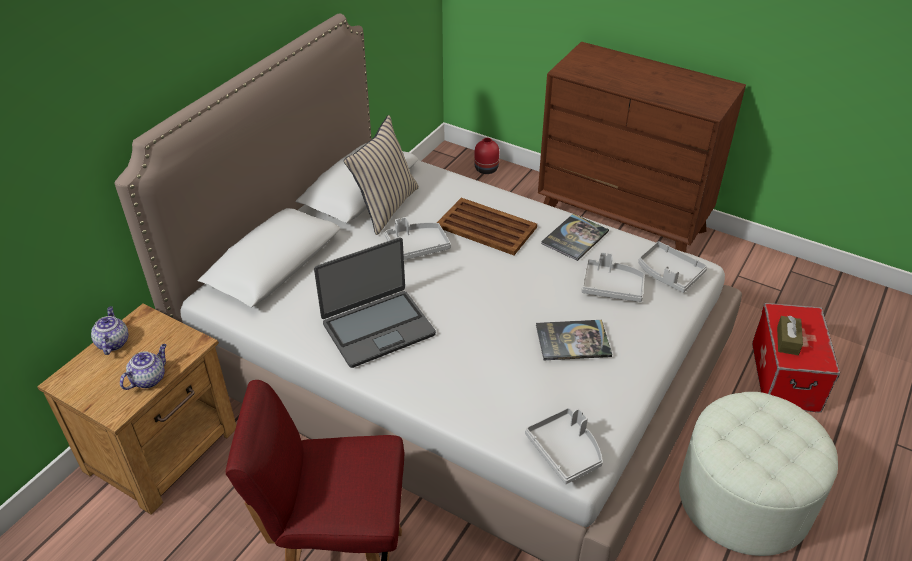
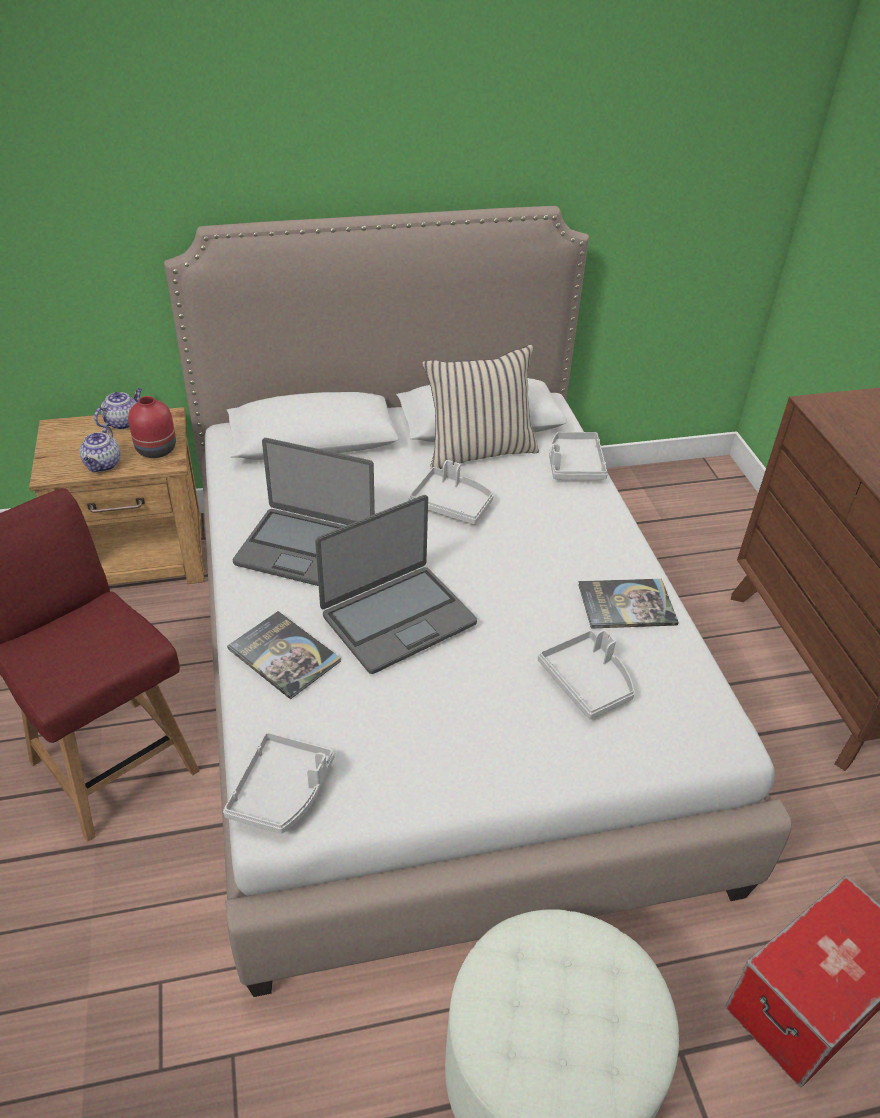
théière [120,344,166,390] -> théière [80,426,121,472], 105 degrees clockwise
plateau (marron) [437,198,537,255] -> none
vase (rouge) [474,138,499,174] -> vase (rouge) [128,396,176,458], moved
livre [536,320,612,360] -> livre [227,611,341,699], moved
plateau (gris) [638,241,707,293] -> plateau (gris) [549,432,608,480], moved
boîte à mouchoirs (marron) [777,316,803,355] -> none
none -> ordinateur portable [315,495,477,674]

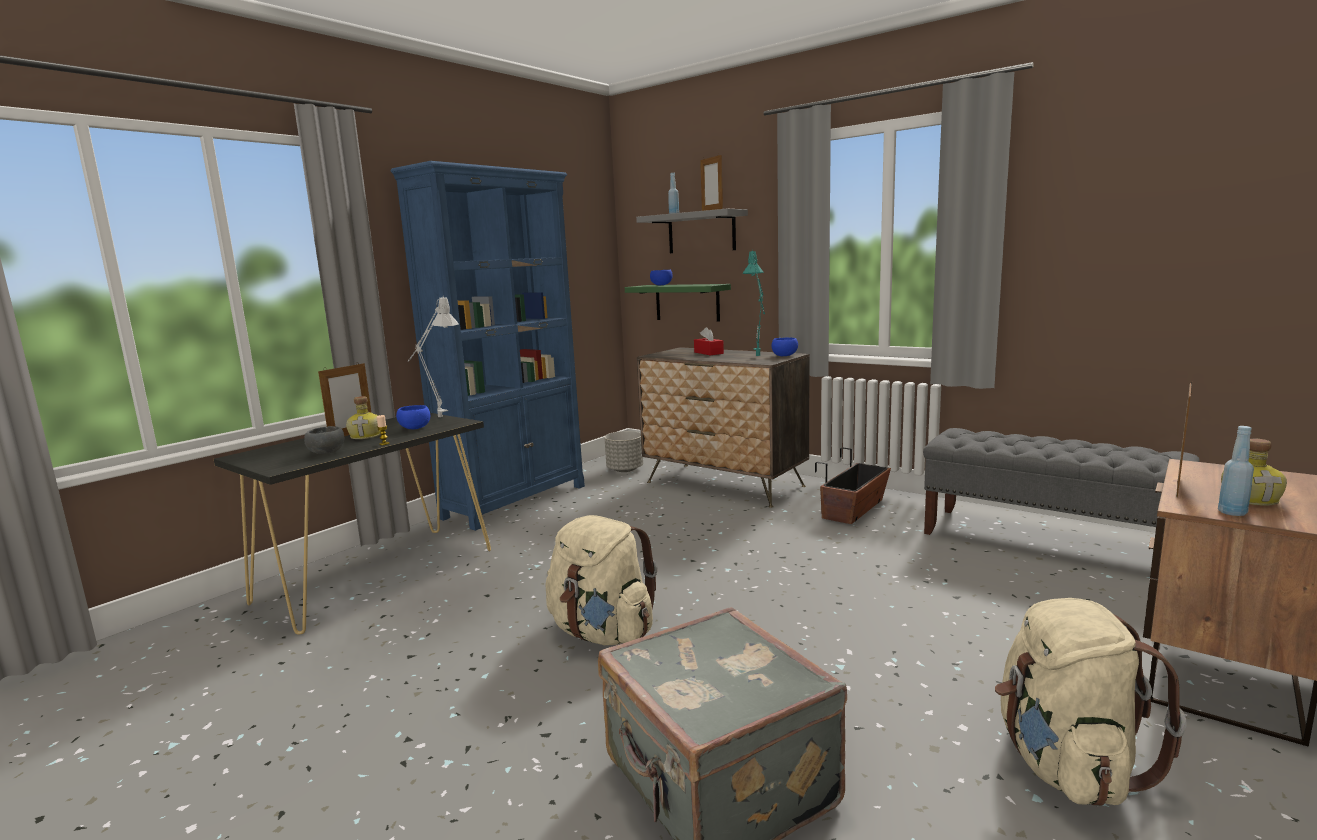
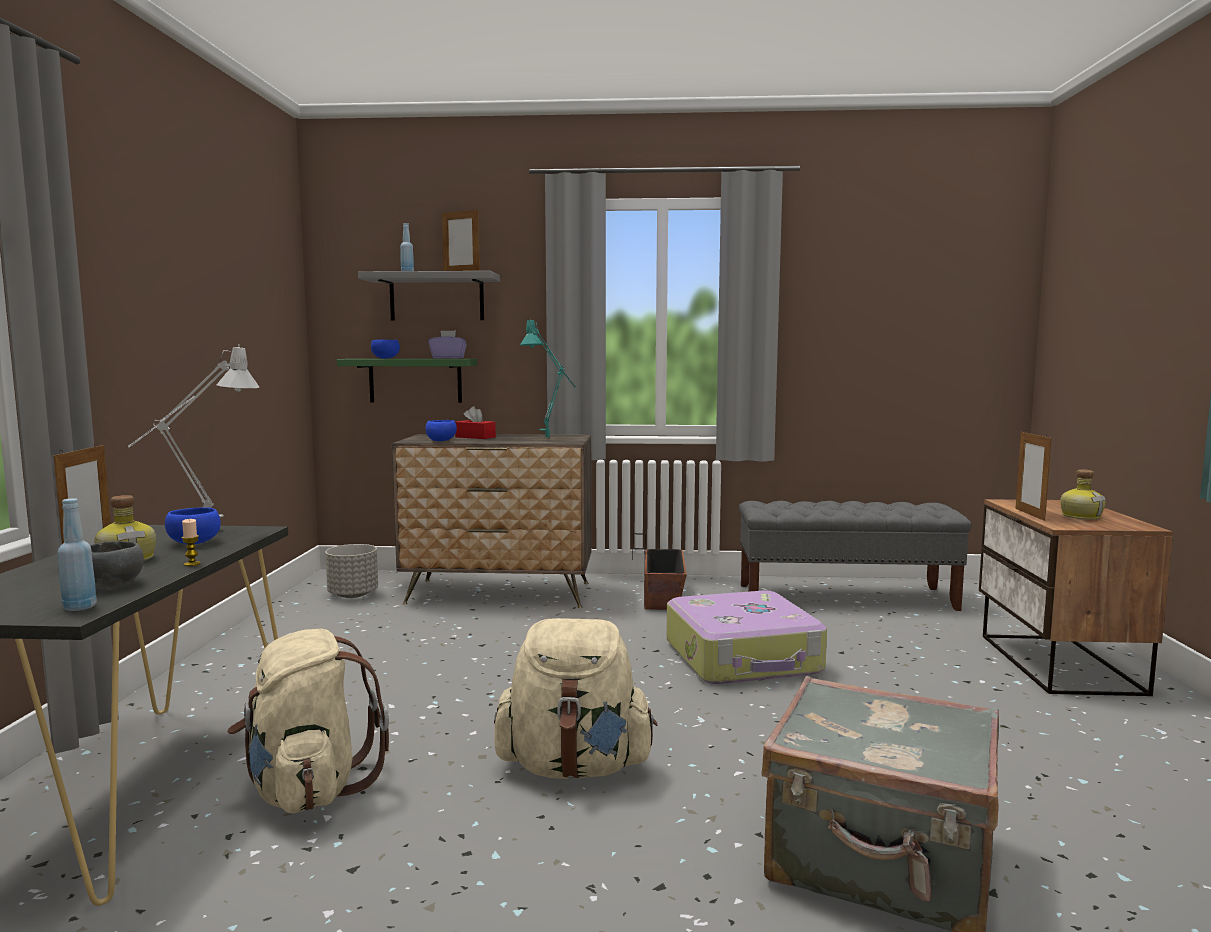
bibliothèque (bleu) [391,161,585,531] -> none
bol (bleu) [771,338,798,356] -> bol (bleu) [426,420,457,441], moved
sac à dos (beige) [995,598,1187,806] -> sac à dos (beige) [228,629,389,813], moved
bouteille (bleu) [1218,426,1254,516] -> bouteille (bleu) [58,498,97,611], moved
none -> boîte à mouchoirs (violet) [428,330,467,359]
none -> valise [667,591,827,684]

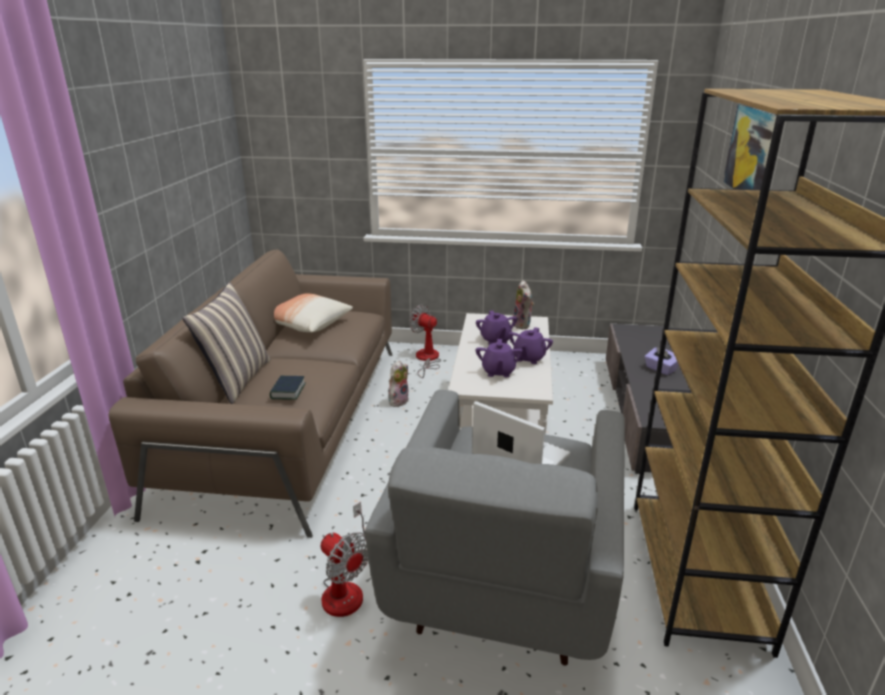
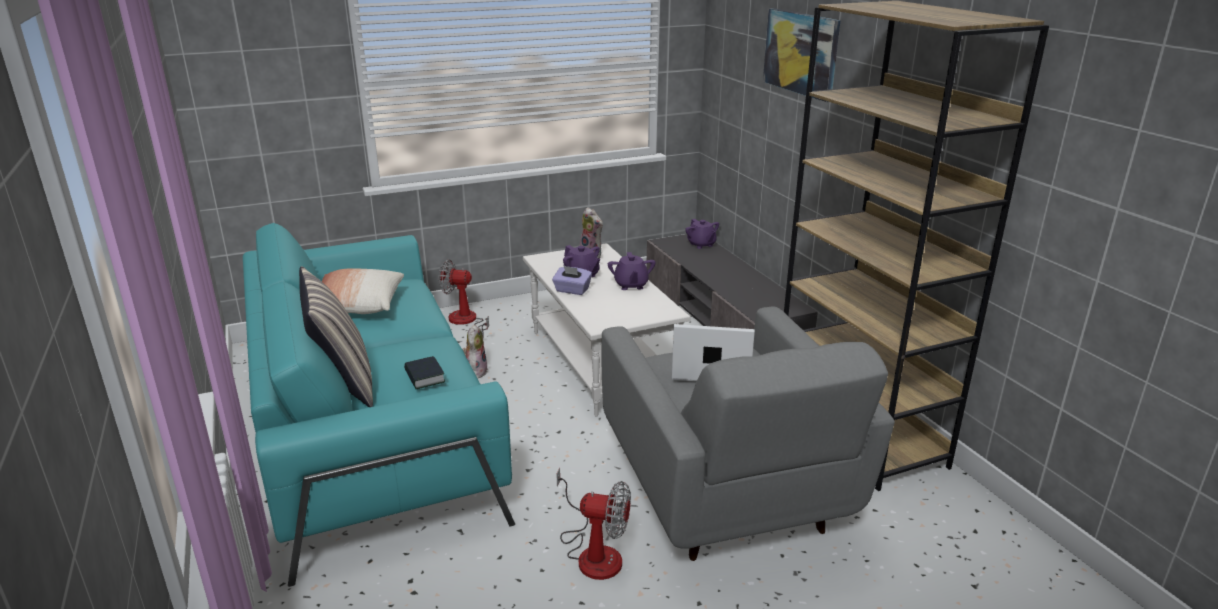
canapé (marron) [109,249,393,538] -> canapé (turquoise) [243,223,515,587]
théière (violet) [476,339,524,377] -> théière (violet) [685,219,719,249], moved
boîte à mouchoirs (violet) [645,347,679,375] -> boîte à mouchoirs (violet) [552,265,592,295], moved

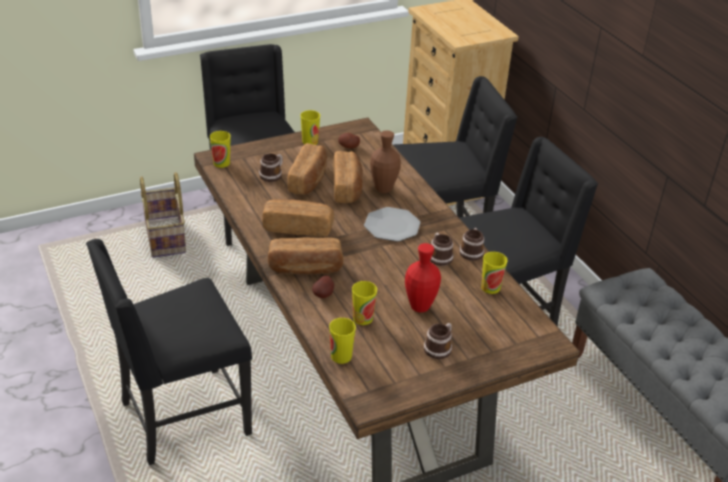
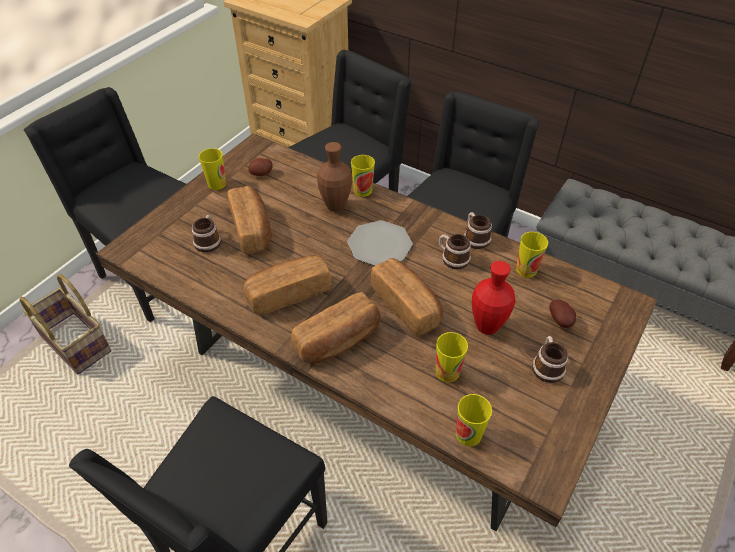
tasse [210,131,231,168] -> tasse [351,155,375,197], moved
pomme de terre [312,275,334,298] -> pomme de terre [549,299,576,328], moved
pain [333,151,363,203] -> pain [371,258,443,336], moved

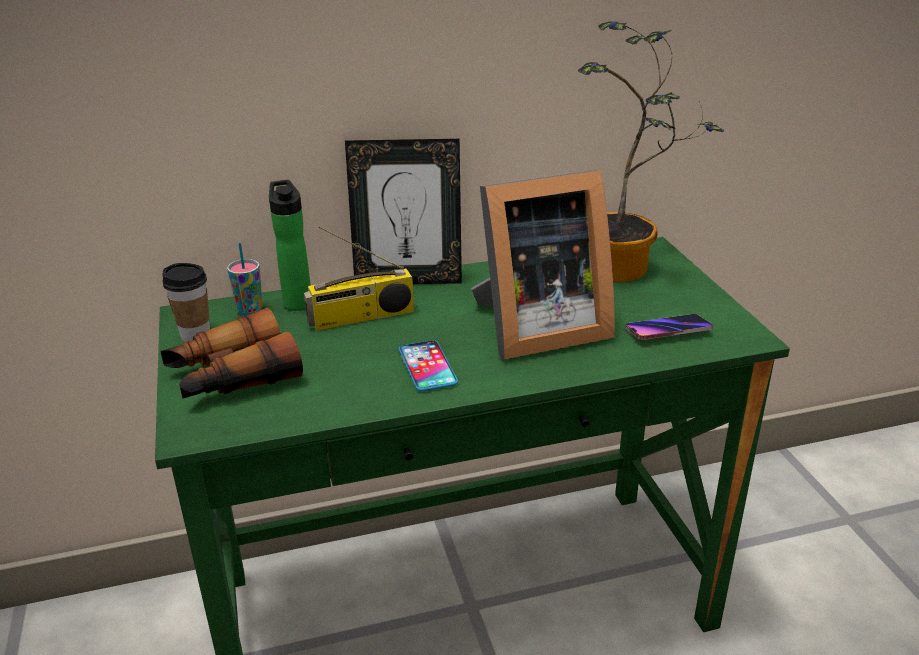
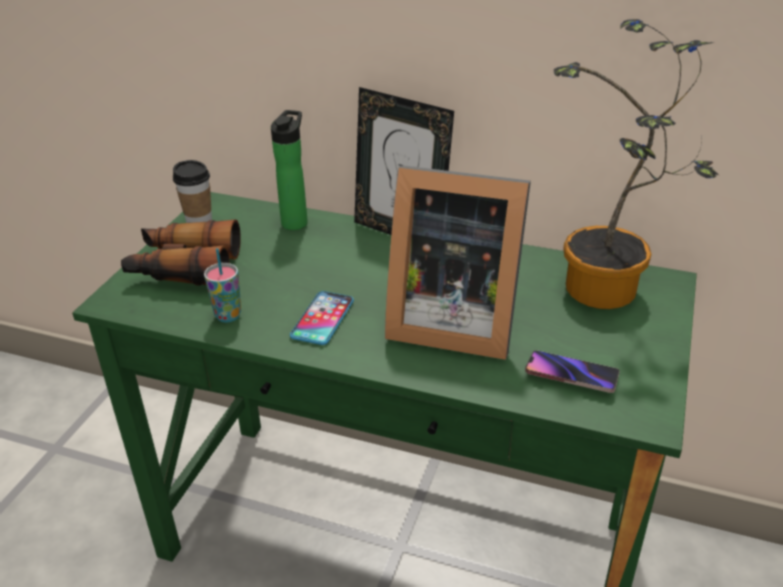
tasse [227,242,263,316] -> tasse [204,248,241,322], moved
radio [304,226,414,331] -> none

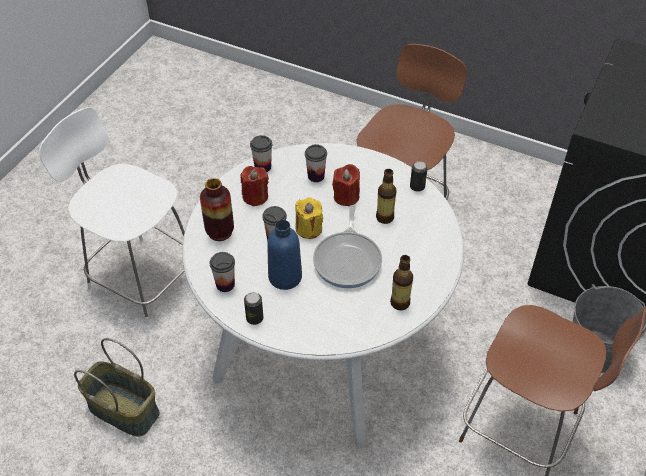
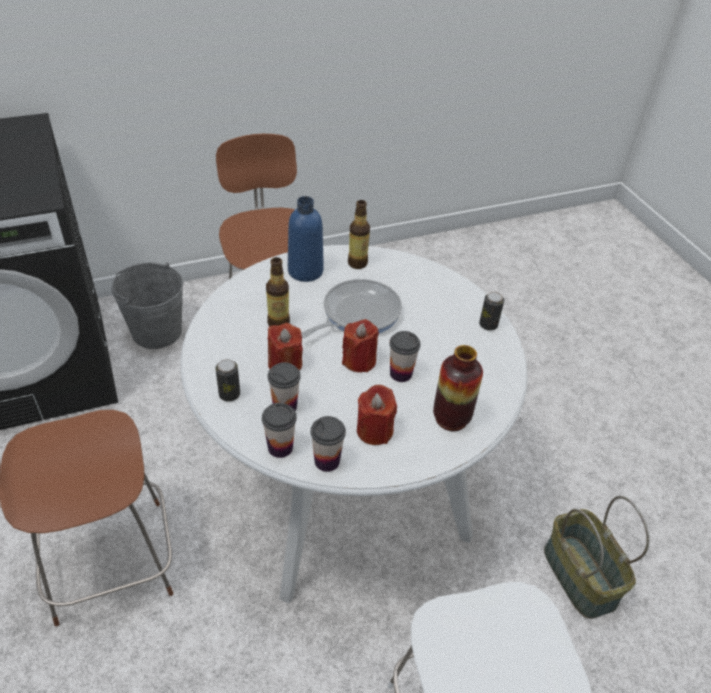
tasse [210,252,235,292] -> tasse [262,403,297,458], moved
bouteille (bleu) [267,220,302,290] -> bouteille (bleu) [288,196,324,282], moved
bougie (jaune) [295,197,323,239] -> bougie (rouge) [342,319,379,373]
boîte métallique [410,161,428,192] -> boîte métallique [215,359,240,401], moved

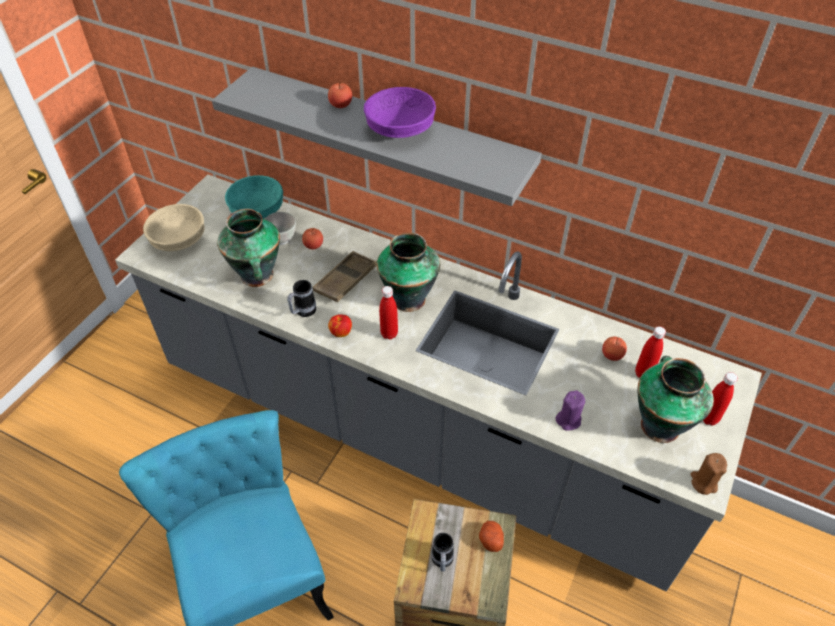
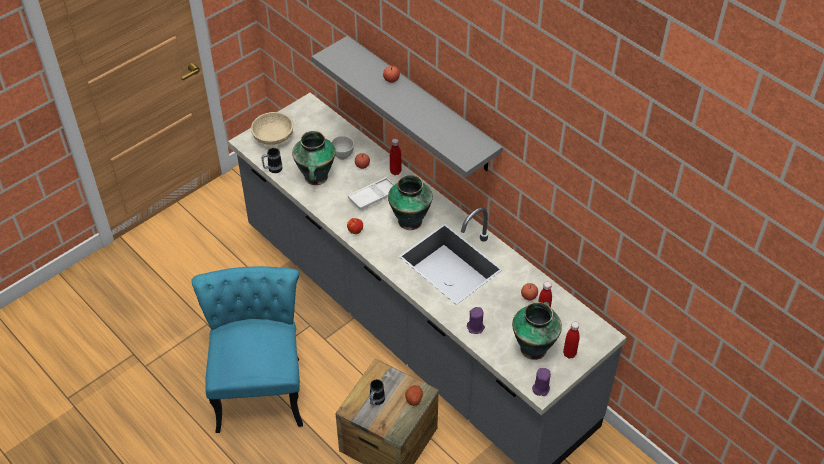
bol (turquoise) [225,175,283,219] -> none
mug [287,280,316,317] -> mug [261,148,283,173], moved
plateau (marron) [313,251,377,302] -> plateau (blanc) [348,177,395,210]
bol (violet) [364,87,436,138] -> none
bouteille (rouge) [379,286,398,340] -> bouteille (rouge) [390,139,402,175], moved
bougie (marron) [691,453,727,495] -> bougie (violet) [532,368,551,396]

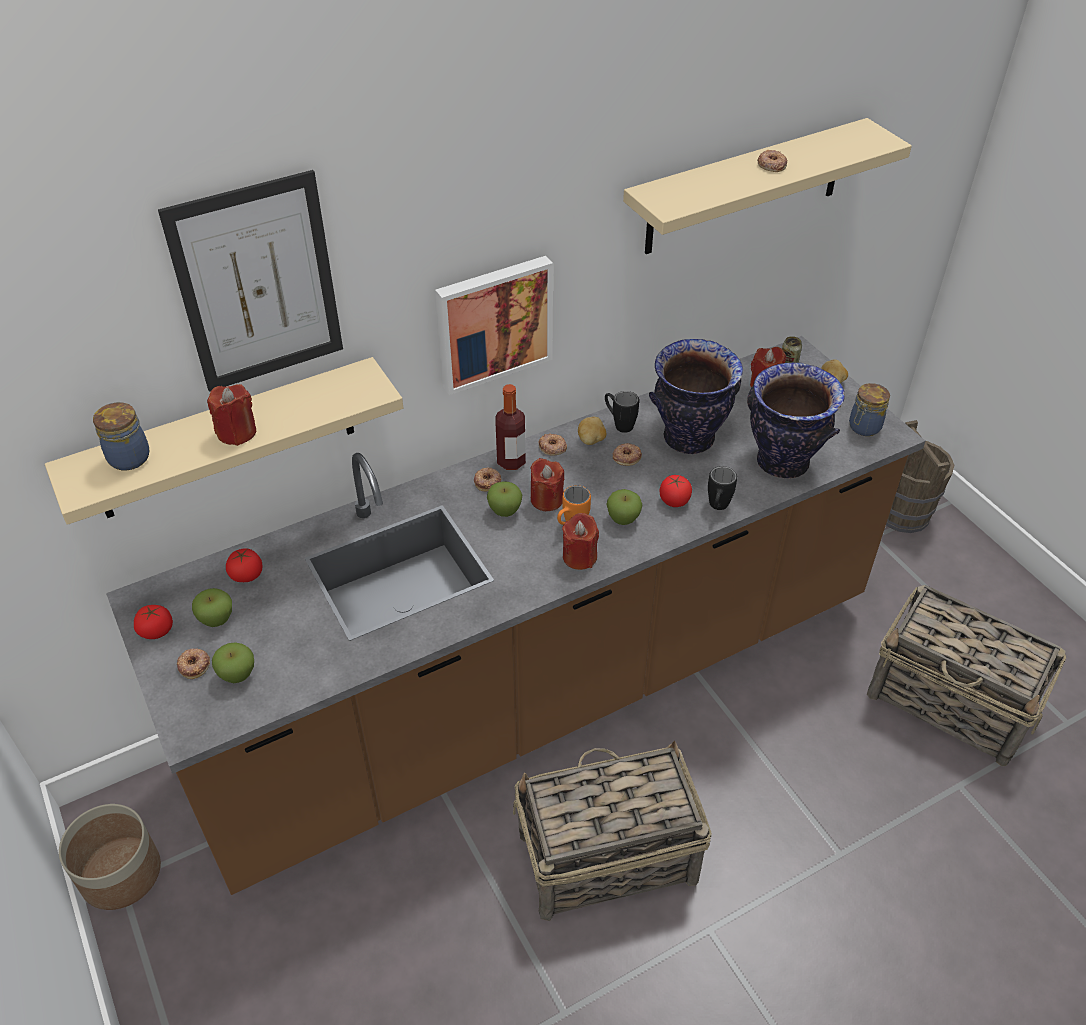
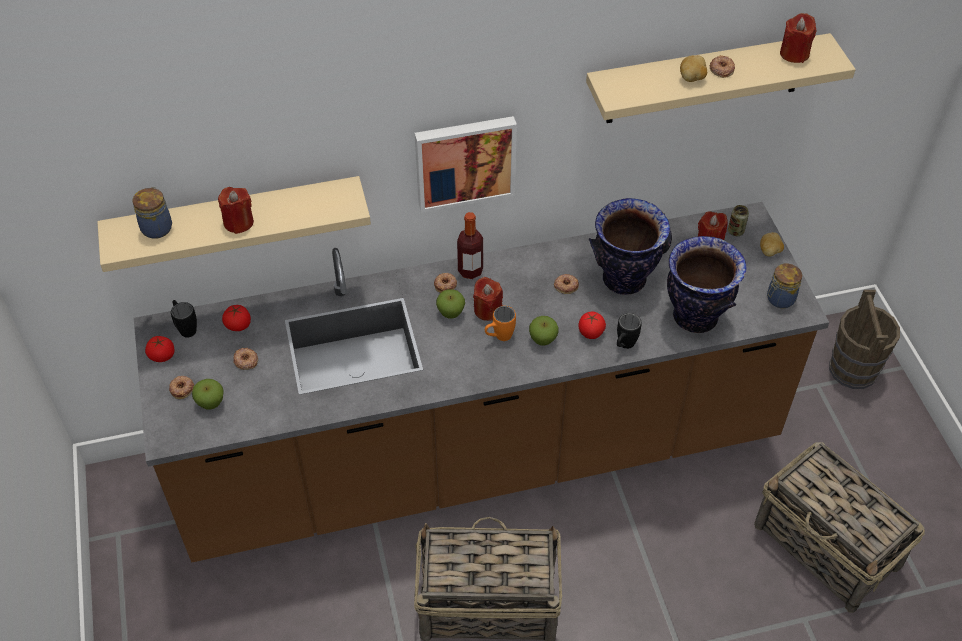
cache-pot [59,804,161,910] -> none
tableau [158,170,343,392] -> none
pomme [192,588,232,627] -> none
beignet [538,433,567,456] -> beignet [234,348,258,370], moved
bougie (rouge) [562,513,599,570] -> bougie (rouge) [780,13,816,63], moved
pomme de terre [578,417,606,445] -> pomme de terre [680,55,707,82], moved
mug (noir) [605,391,639,433] -> mug (noir) [171,300,197,338], moved

